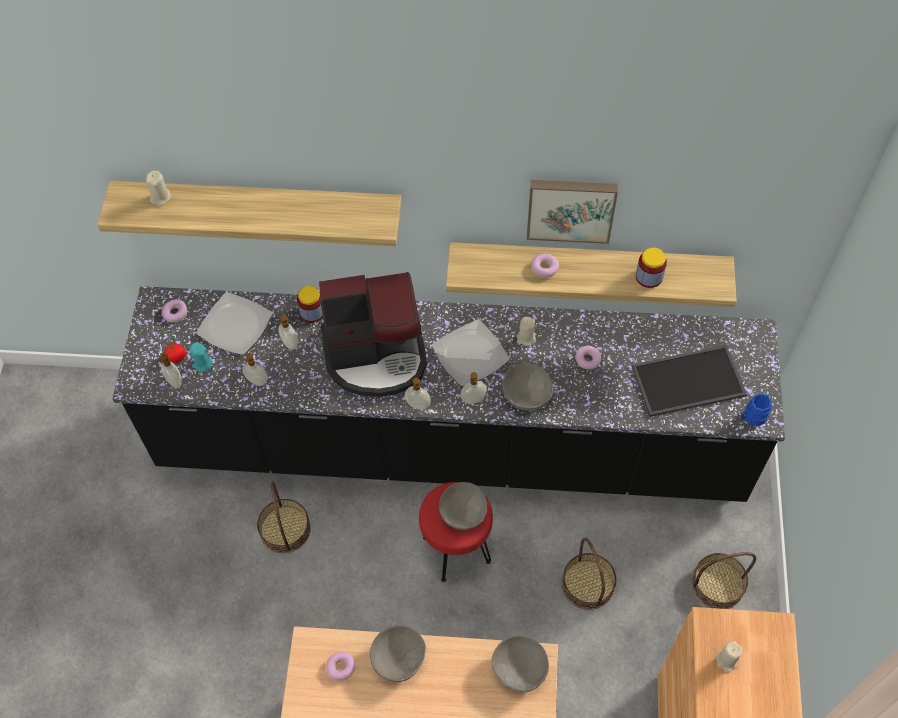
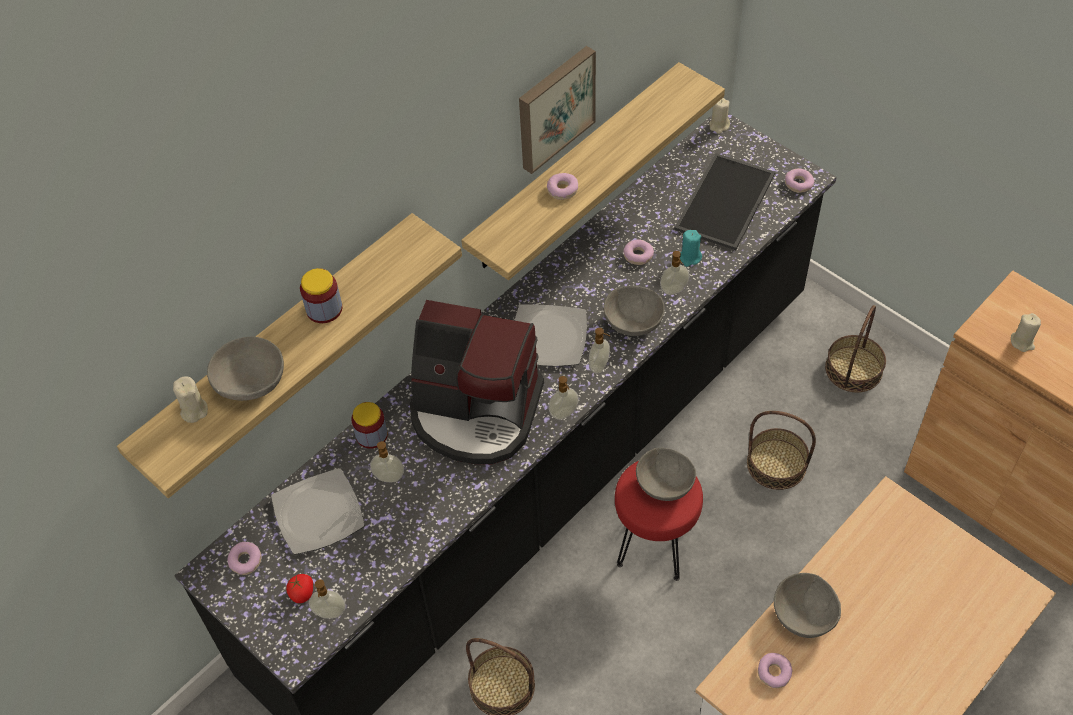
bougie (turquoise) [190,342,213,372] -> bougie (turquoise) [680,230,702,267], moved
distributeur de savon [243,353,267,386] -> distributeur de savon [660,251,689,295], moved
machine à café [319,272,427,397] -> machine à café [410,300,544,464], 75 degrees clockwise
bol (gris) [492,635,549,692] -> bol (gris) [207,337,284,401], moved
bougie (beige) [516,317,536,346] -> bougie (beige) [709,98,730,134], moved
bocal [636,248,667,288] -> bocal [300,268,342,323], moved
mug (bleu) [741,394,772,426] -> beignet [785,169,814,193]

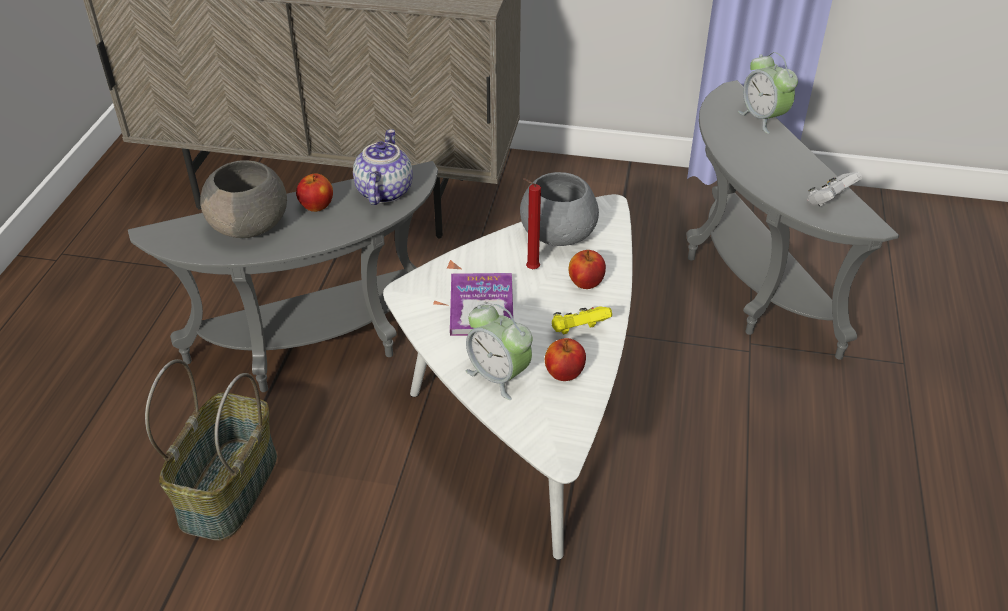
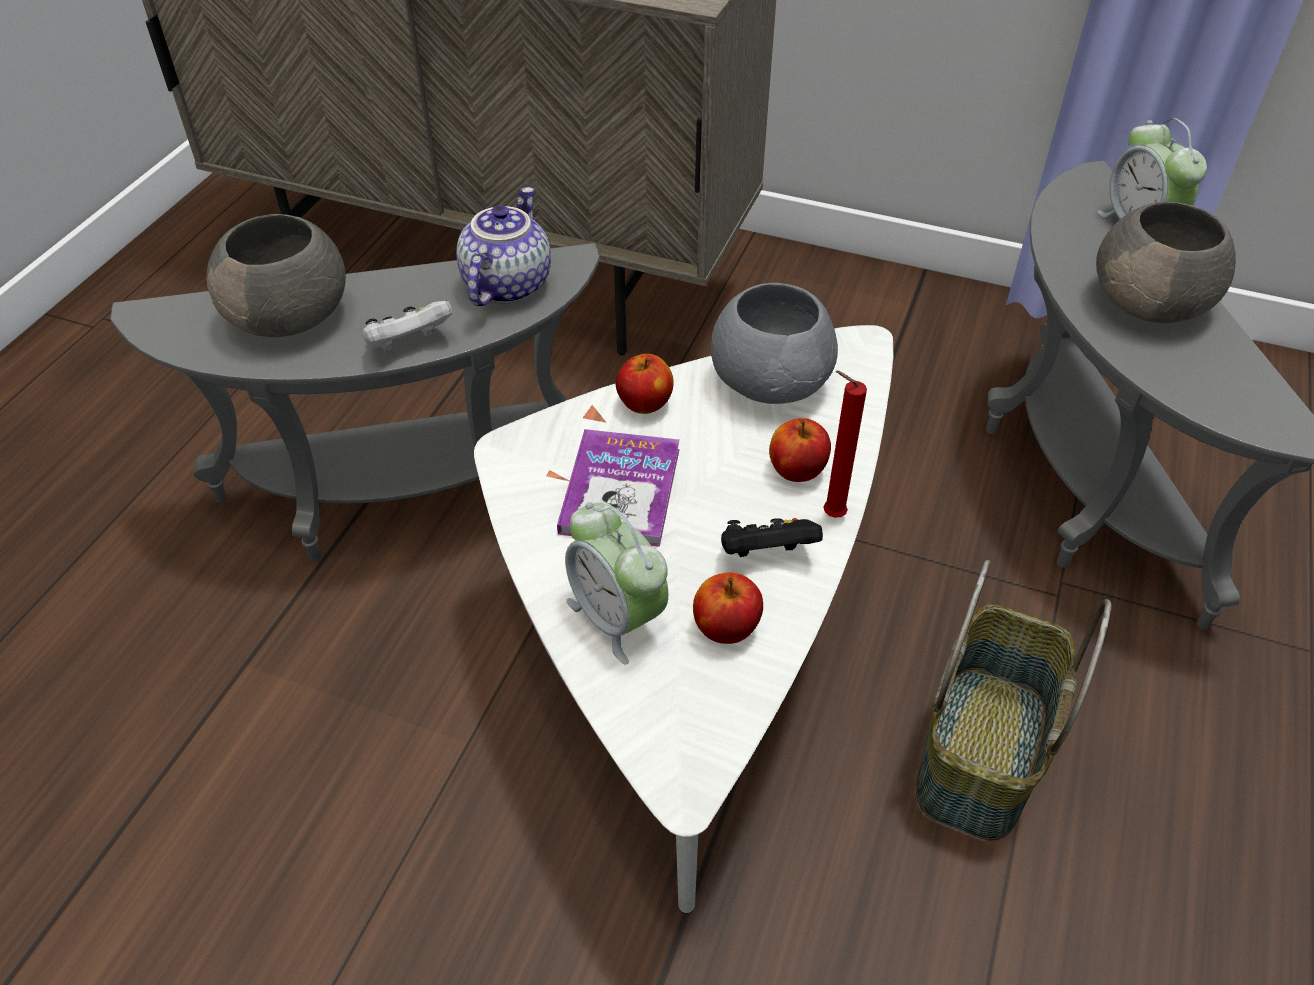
panier [145,359,277,541] -> panier [916,560,1111,841], moved
pomme [296,173,333,212] -> pomme [616,354,674,414], moved
bougie (rouge) [523,178,541,269] -> bougie (rouge) [823,371,867,518], moved
manette (jaune) [552,306,612,335] -> manette (noir) [721,518,823,557]
manette (blanc) [807,172,862,206] -> manette (blanc) [363,301,453,352], moved
none -> bol (gris) [1096,202,1236,323]

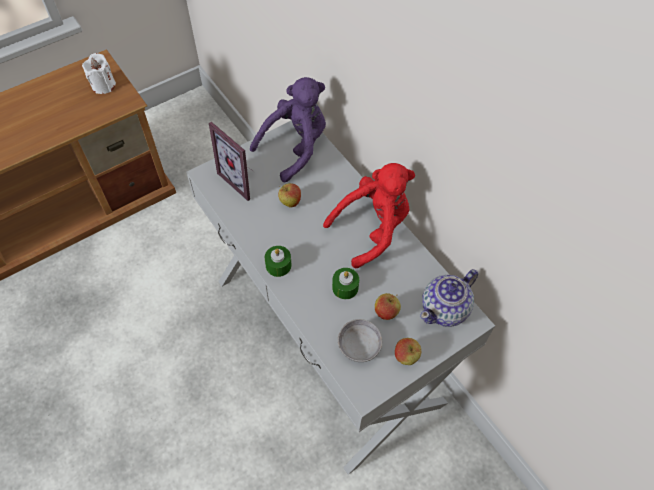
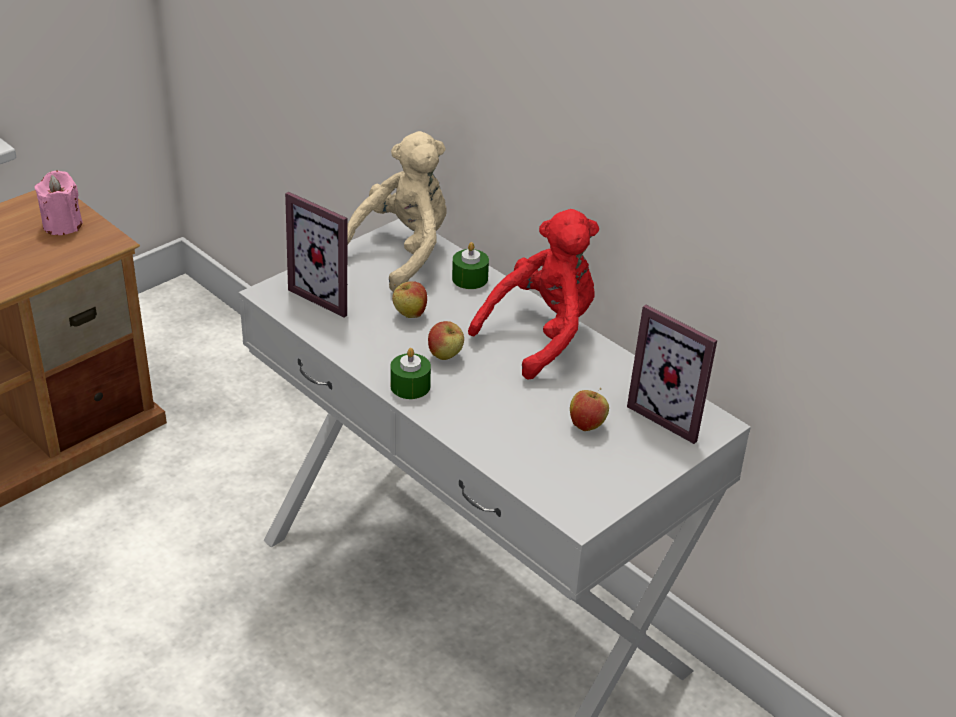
bougie (blanc) [82,53,116,94] -> bougie (rose) [34,170,83,235]
peluche (violet) [250,77,326,182] -> peluche (beige) [347,131,447,292]
bougie (vert) [332,268,359,299] -> bougie (vert) [452,242,489,289], moved
bol (gris) [338,319,382,362] -> none
pomme [395,338,421,365] -> pomme [428,321,464,360], moved
théière [420,269,478,327] -> cadre photo [627,305,717,444]

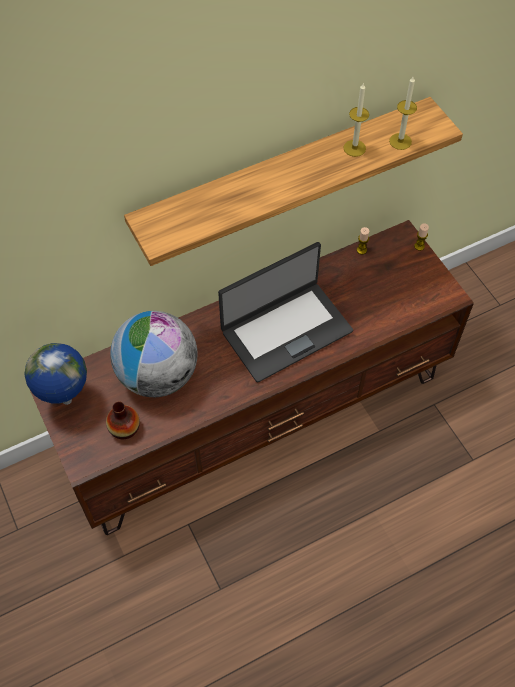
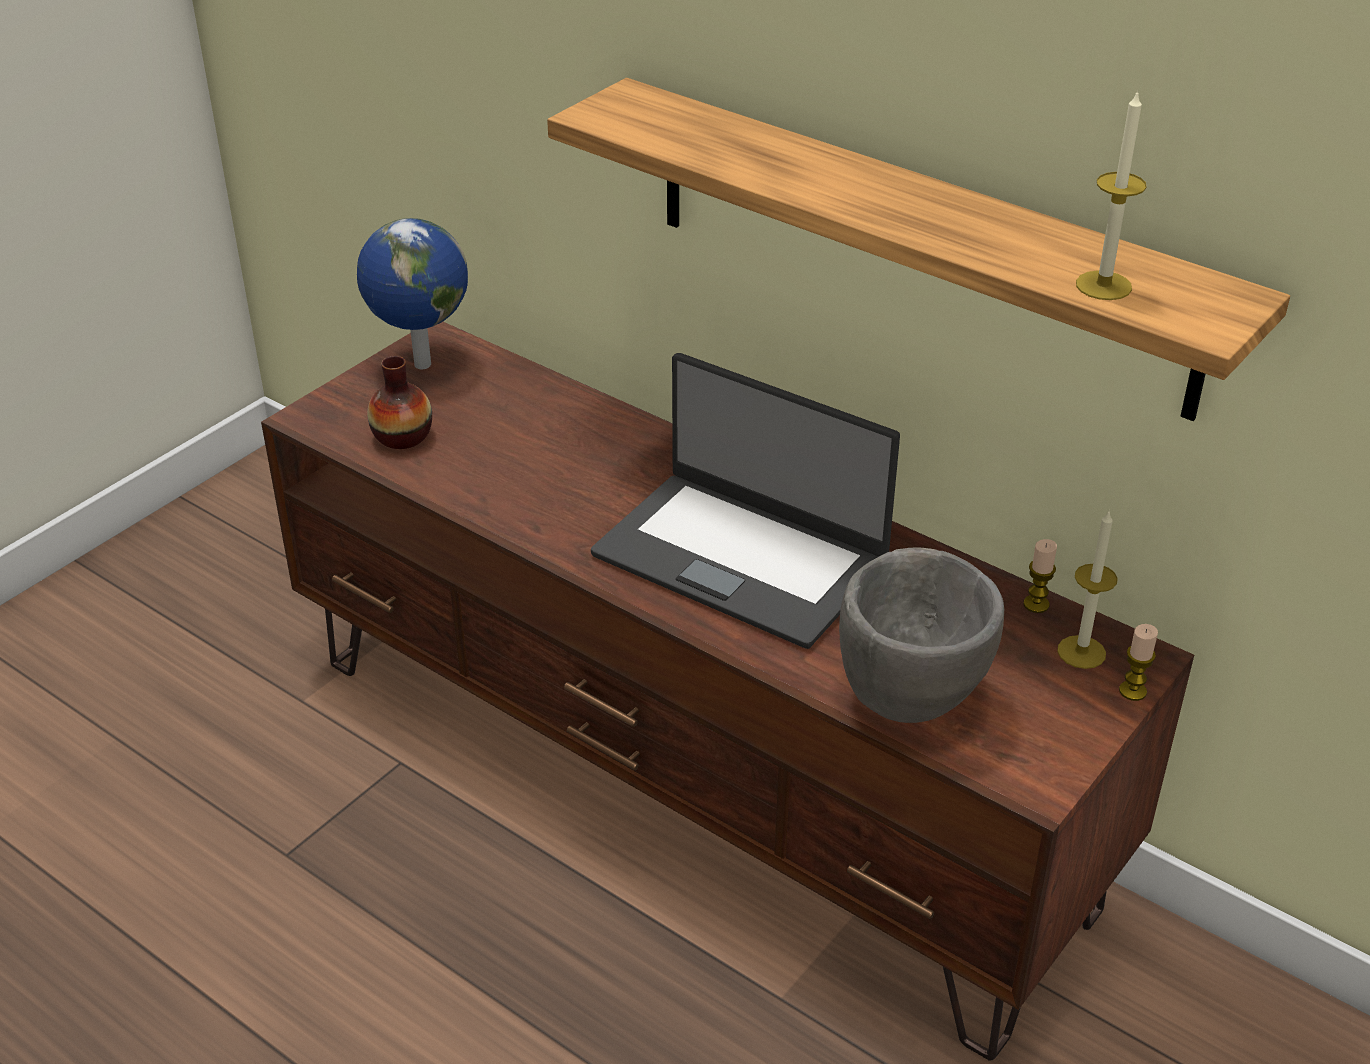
globe [110,311,198,397] -> none
bougie [343,82,369,157] -> bougie [1057,511,1118,669], moved
none -> bol (gris) [839,547,1004,723]

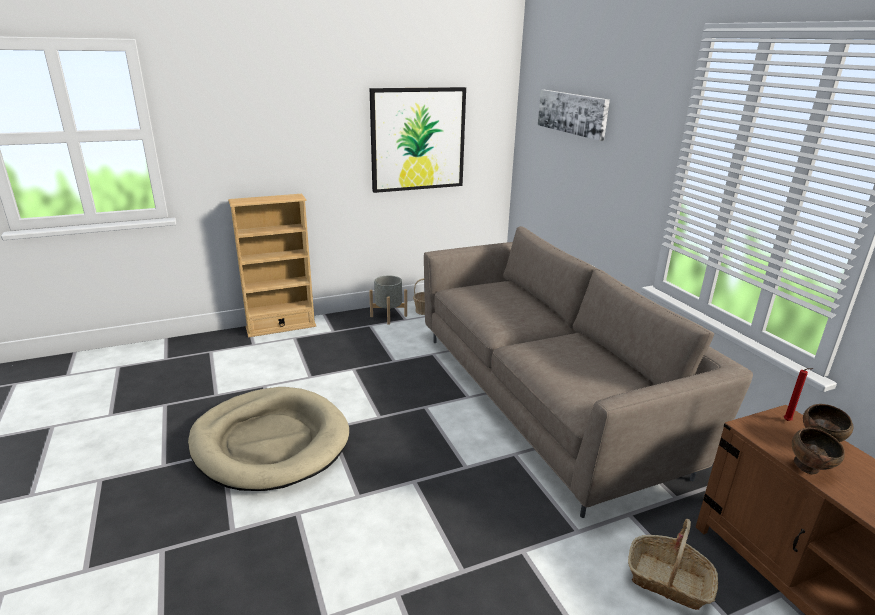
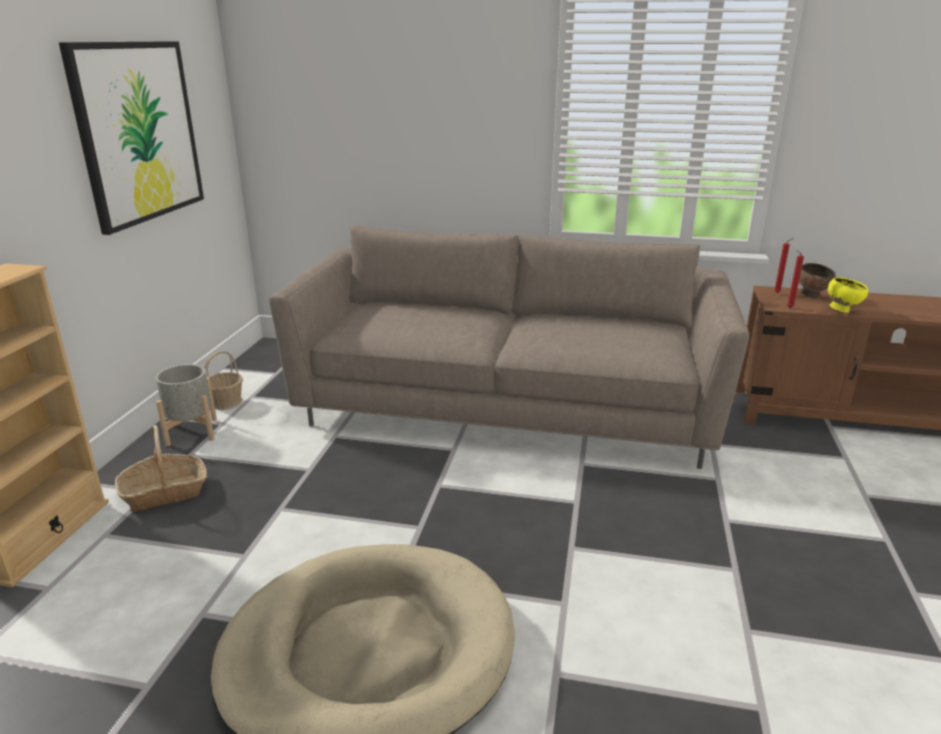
tableau [538,90,610,141] -> none
panier [628,519,718,610] -> panier [115,425,207,511], moved
bol (marron) [792,428,845,474] -> bol (jaune) [828,277,868,313]
none -> bougie (rouge) [787,251,804,308]

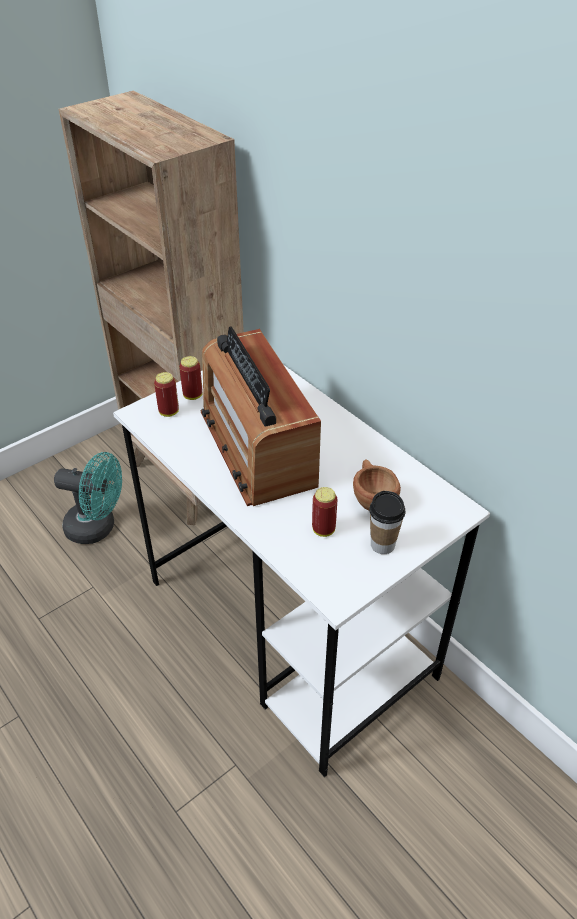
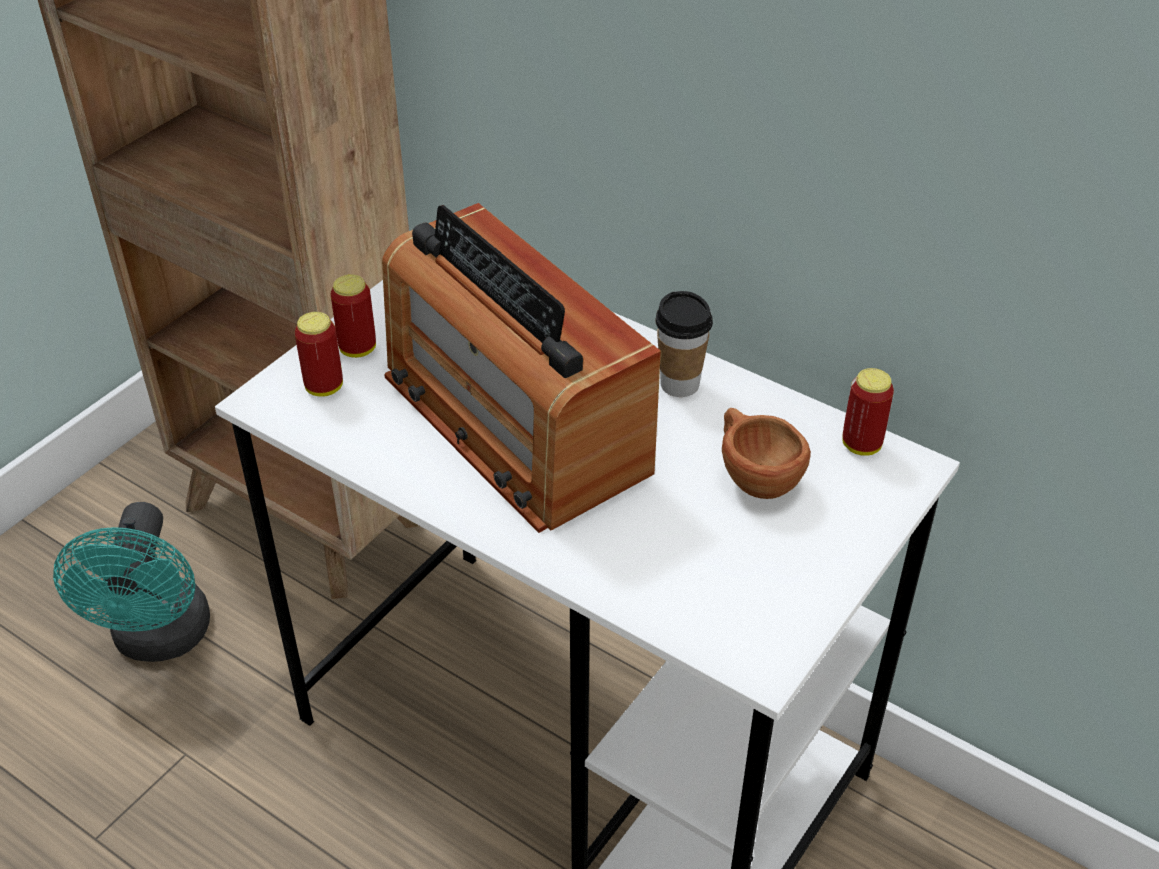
ventilateur (turquoise) [54,452,122,544] -> ventilateur (turquoise) [53,502,210,662], 90 degrees clockwise
boîte métallique [312,487,337,537] -> boîte métallique [842,368,894,456], moved
tasse [369,491,405,554] -> tasse [655,291,713,397], moved

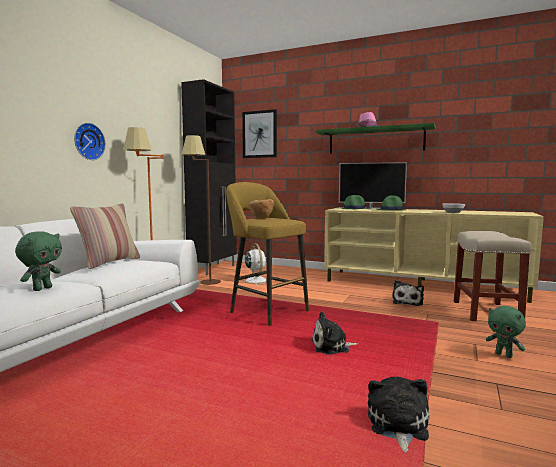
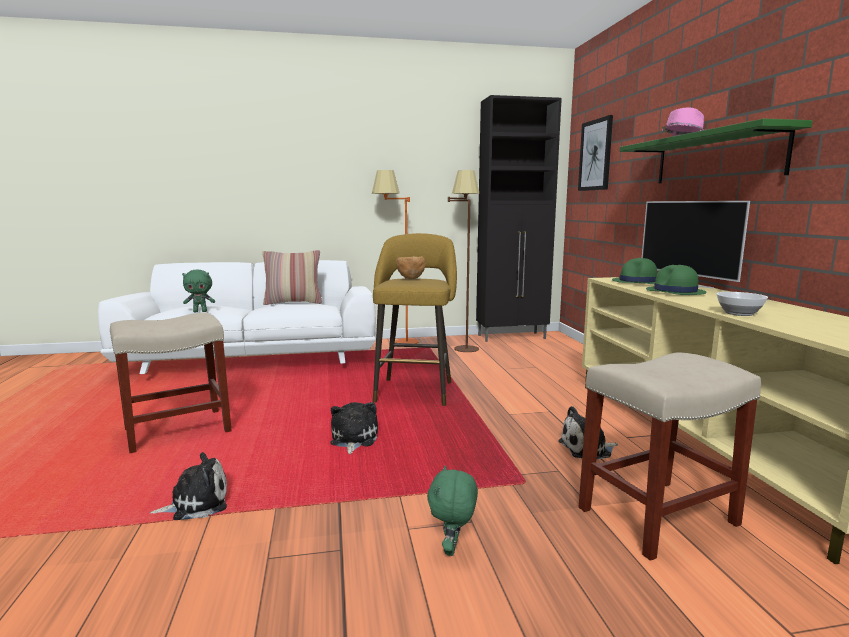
horloge murale [74,123,106,160] -> none
ventilateur (blanc) [239,243,267,285] -> none
peluche [312,312,359,355] -> peluche [331,402,378,454], 45 degrees clockwise
none -> tabouret (beige) [110,313,232,453]

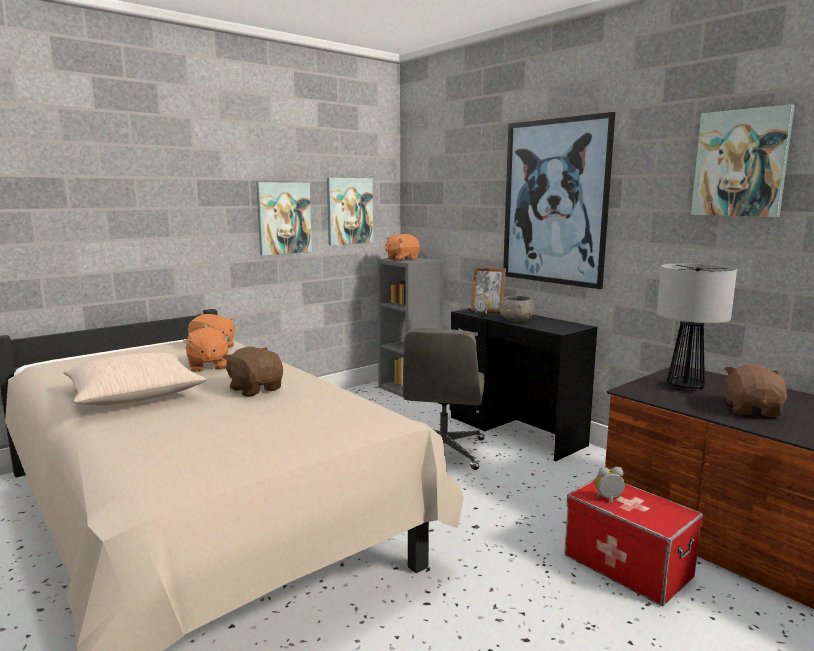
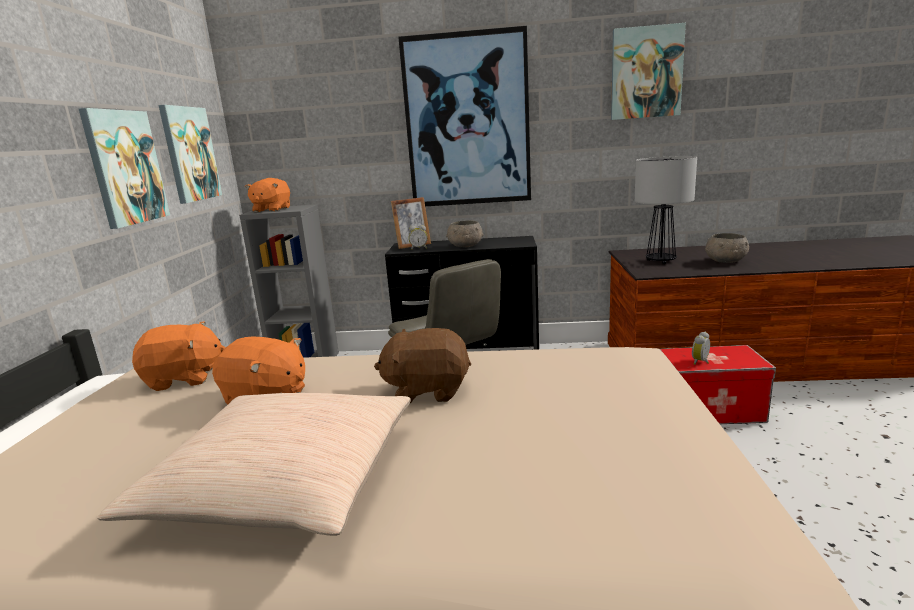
peluche (marron) [724,364,787,417] -> bol (gris) [705,233,749,263]

